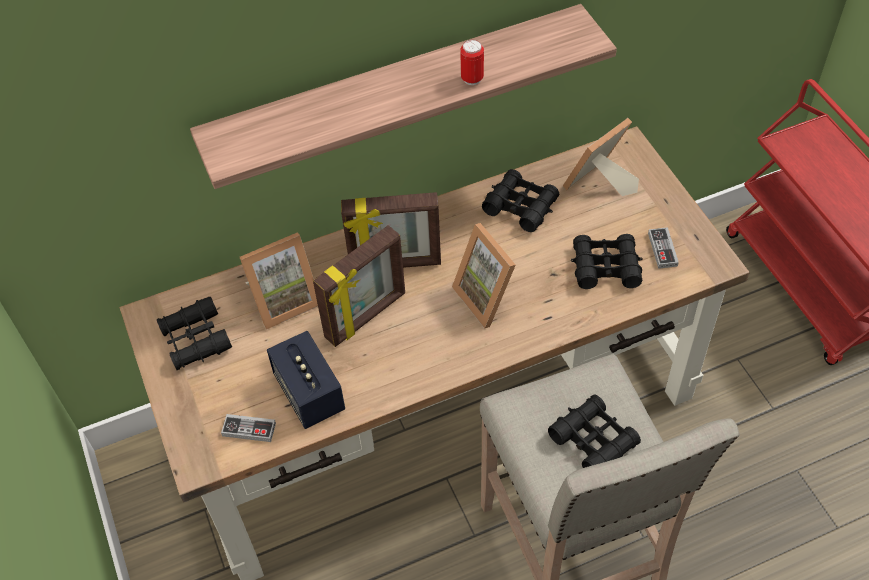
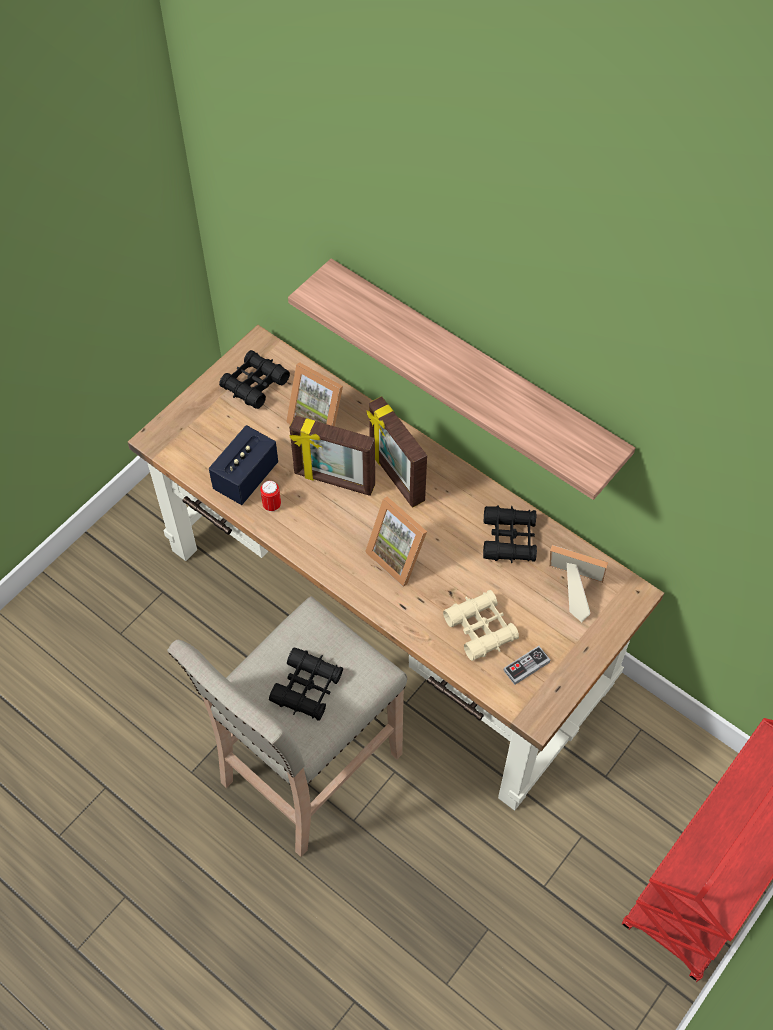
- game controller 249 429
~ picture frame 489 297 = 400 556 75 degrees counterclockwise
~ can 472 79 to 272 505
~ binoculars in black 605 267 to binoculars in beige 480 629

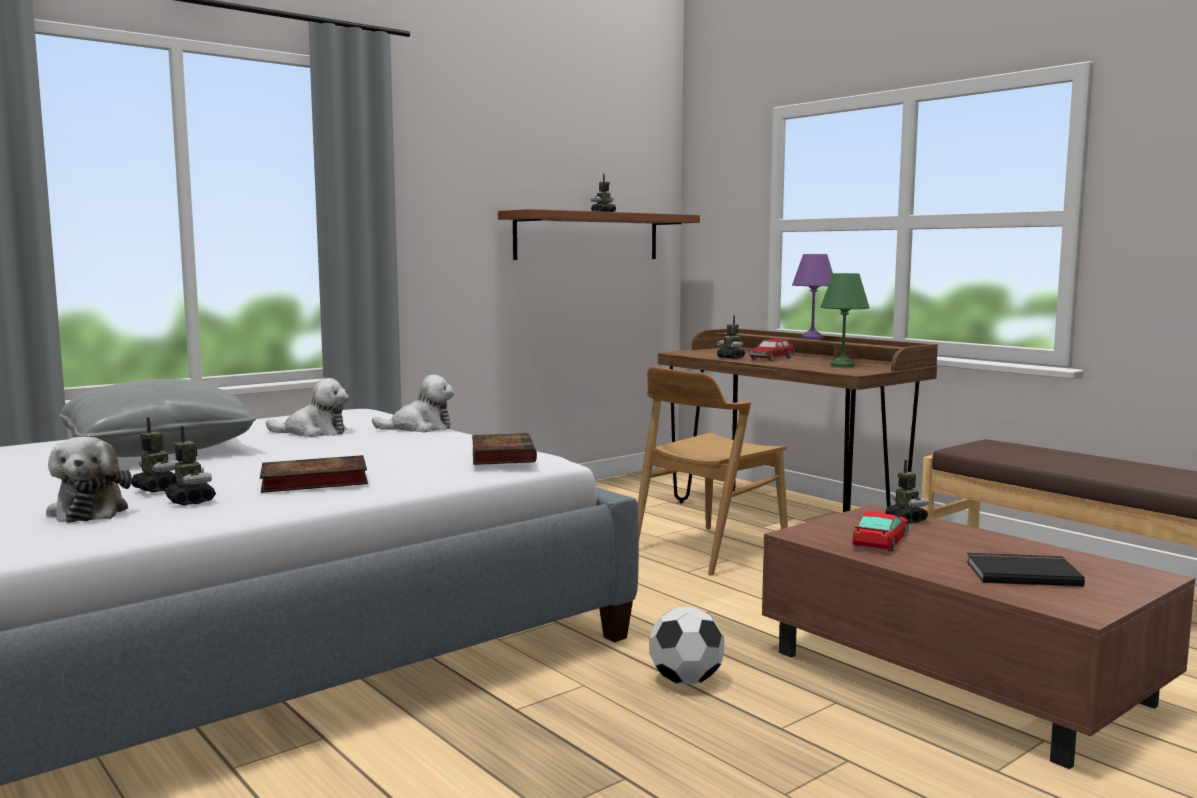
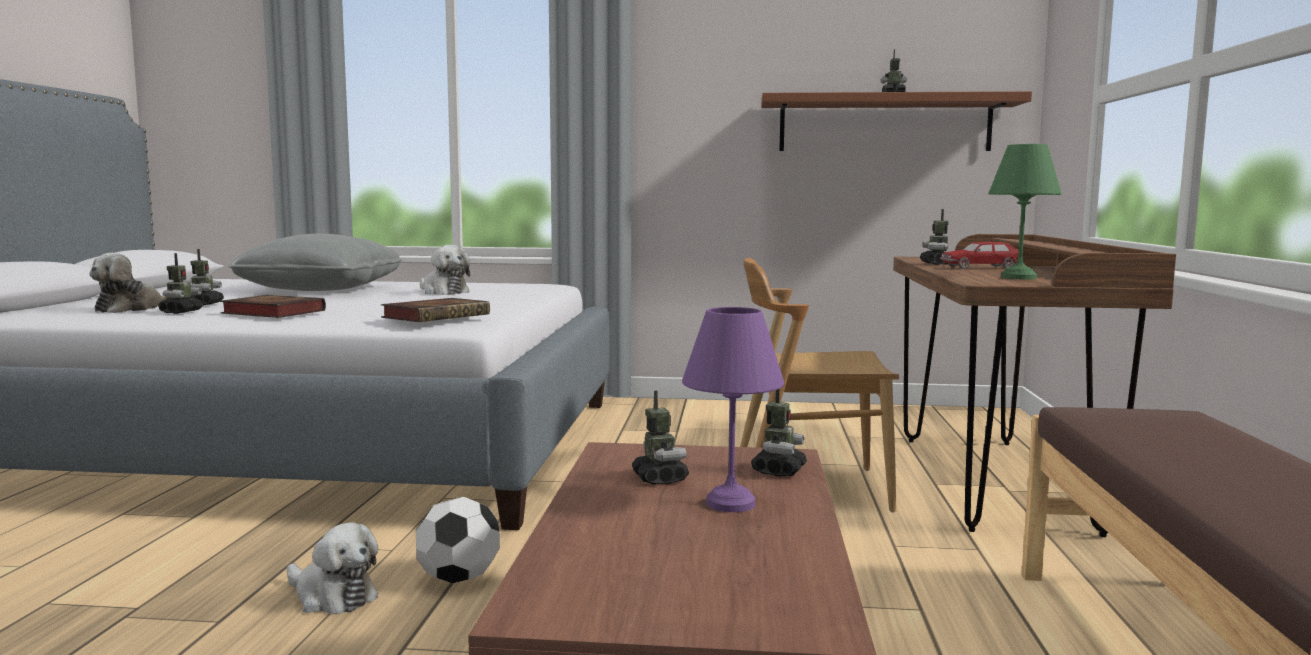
~ plush toy 419 428 to 332 596
~ table lamp in purple 811 338 to 728 503
~ toy car 881 541 to toy robot 659 478
- book in black 1021 573

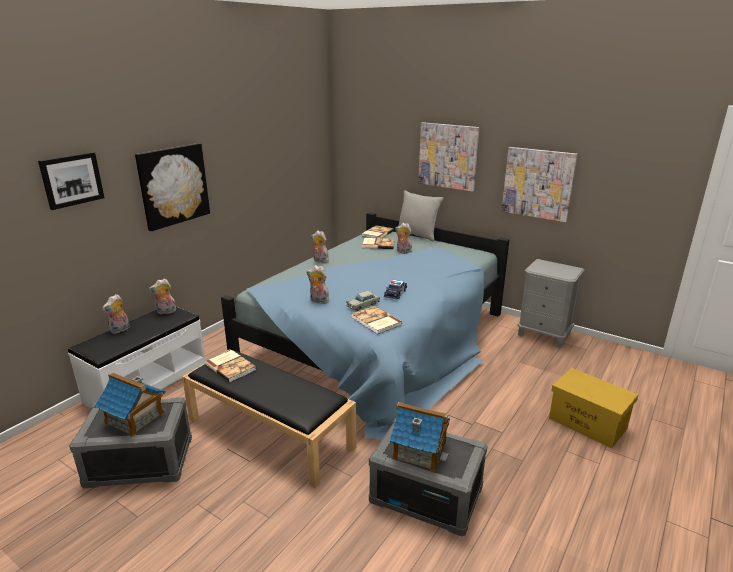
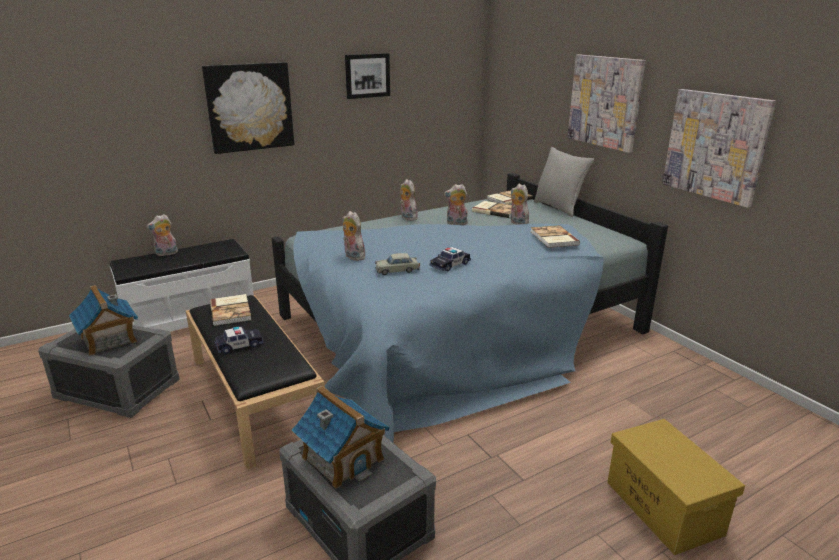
~ picture 72 180 to 367 75
~ plush toy 166 312 to 456 223
~ book 375 321 to 553 238
- nightstand in grey 544 334
+ toy car 239 345

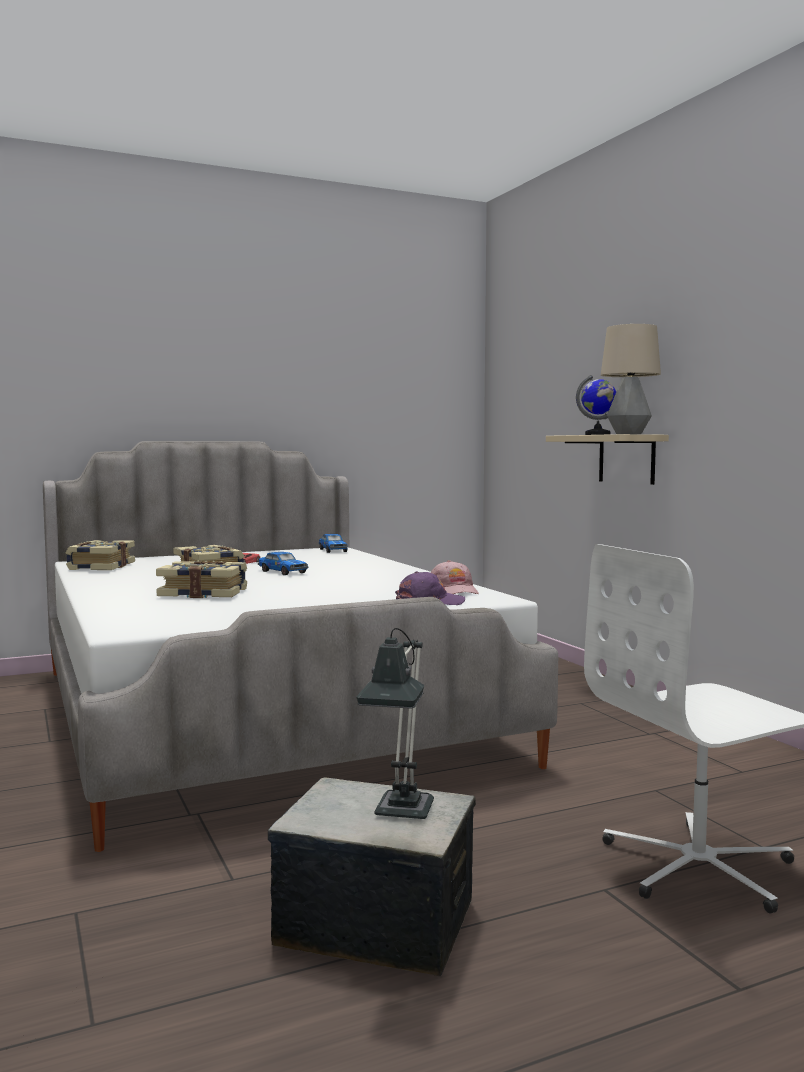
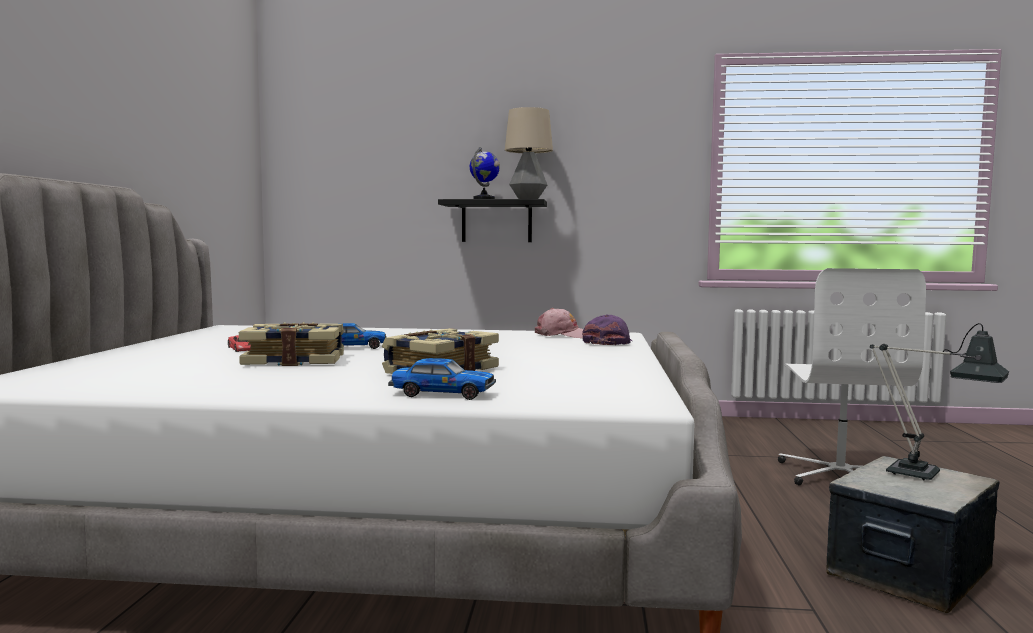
- book 100 567
~ toy car 332 550 to 442 394
~ shelf in beige 626 459 to shelf in black 496 221

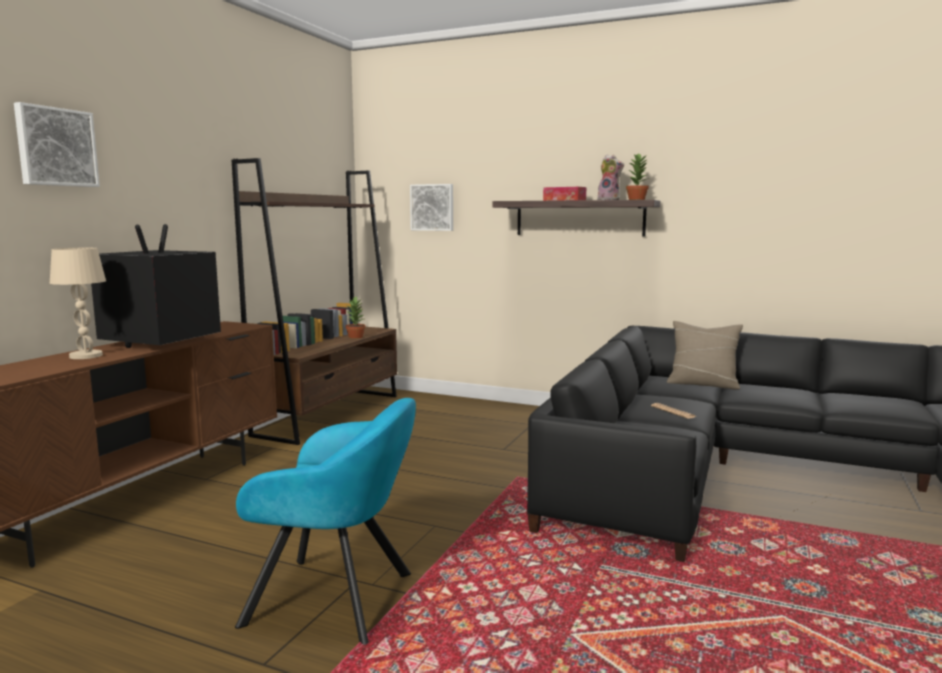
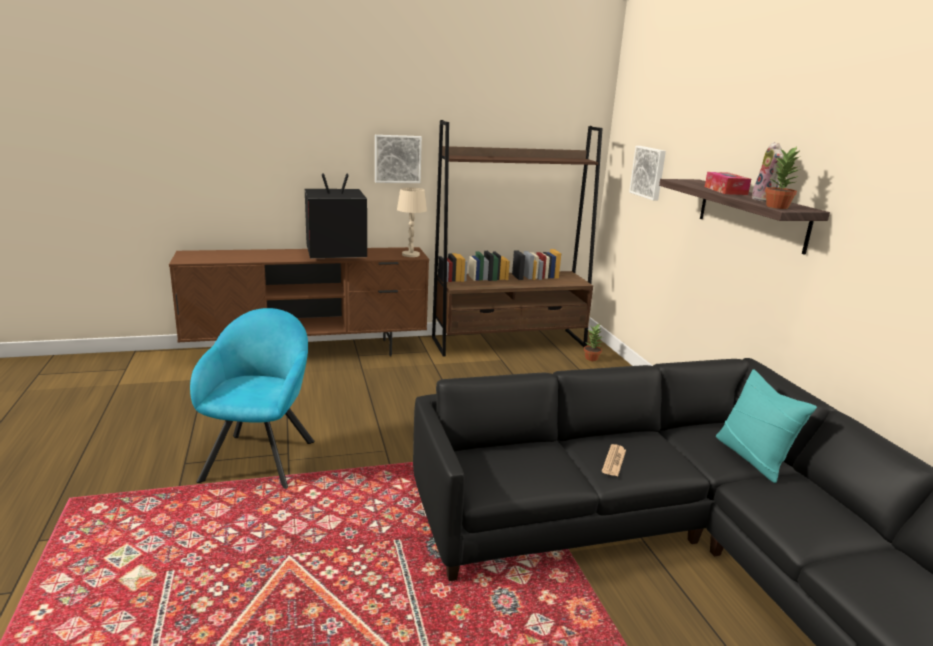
~ picture 56 147 to 397 159
~ table lamp in beige 86 356 to 411 255
~ armchair in turquoise 338 599 = 261 456 150 degrees counterclockwise
~ potted plant 356 337 to 592 358
~ pillow in beige 703 384 to pillow in turquoise 753 457

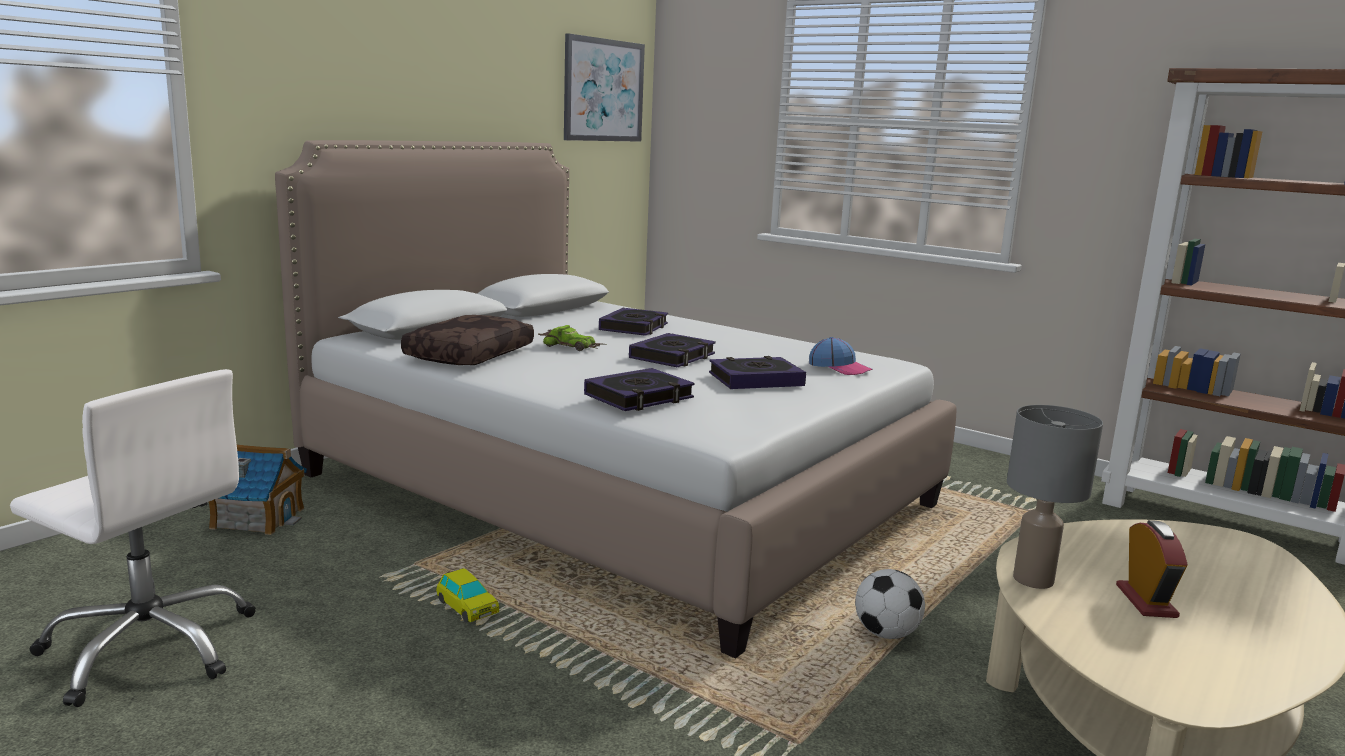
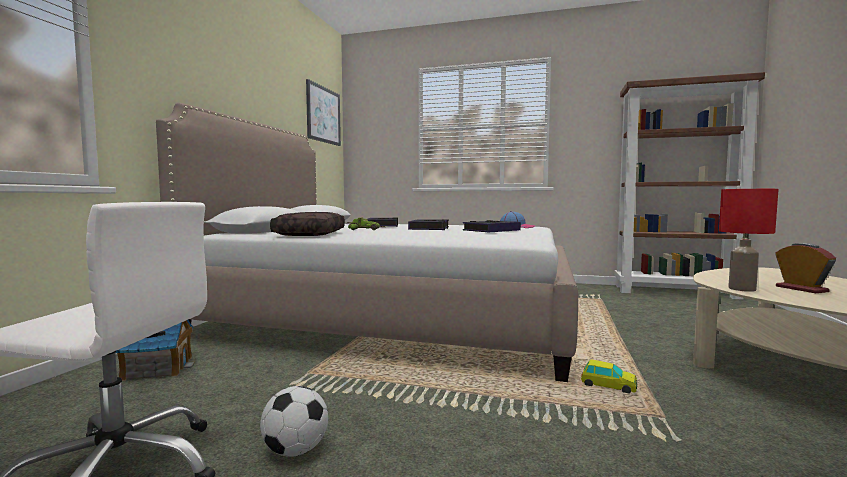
~ toy car 467 608 to 608 386
- book 639 397
~ football 885 634 to 295 451
~ table lamp in grey 1032 579 to table lamp in red 741 289

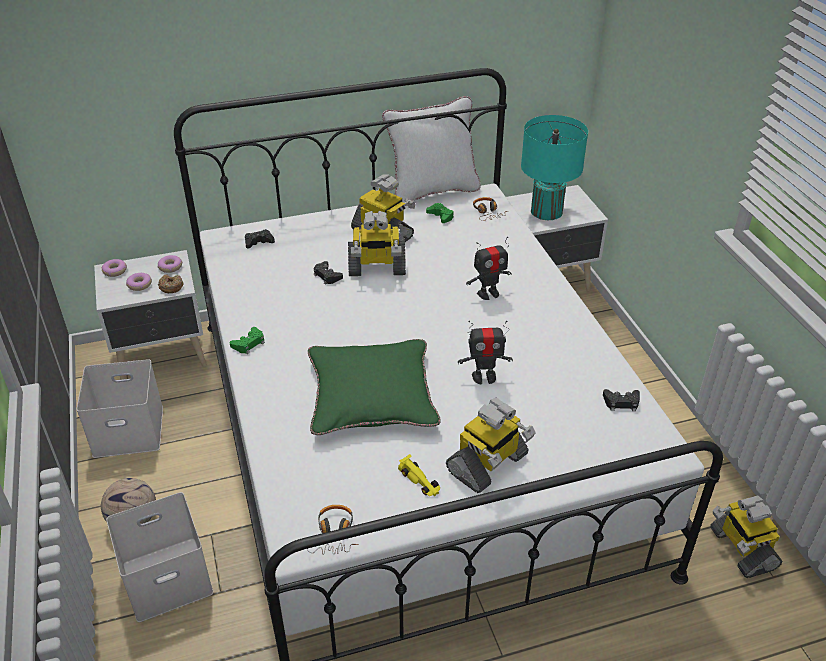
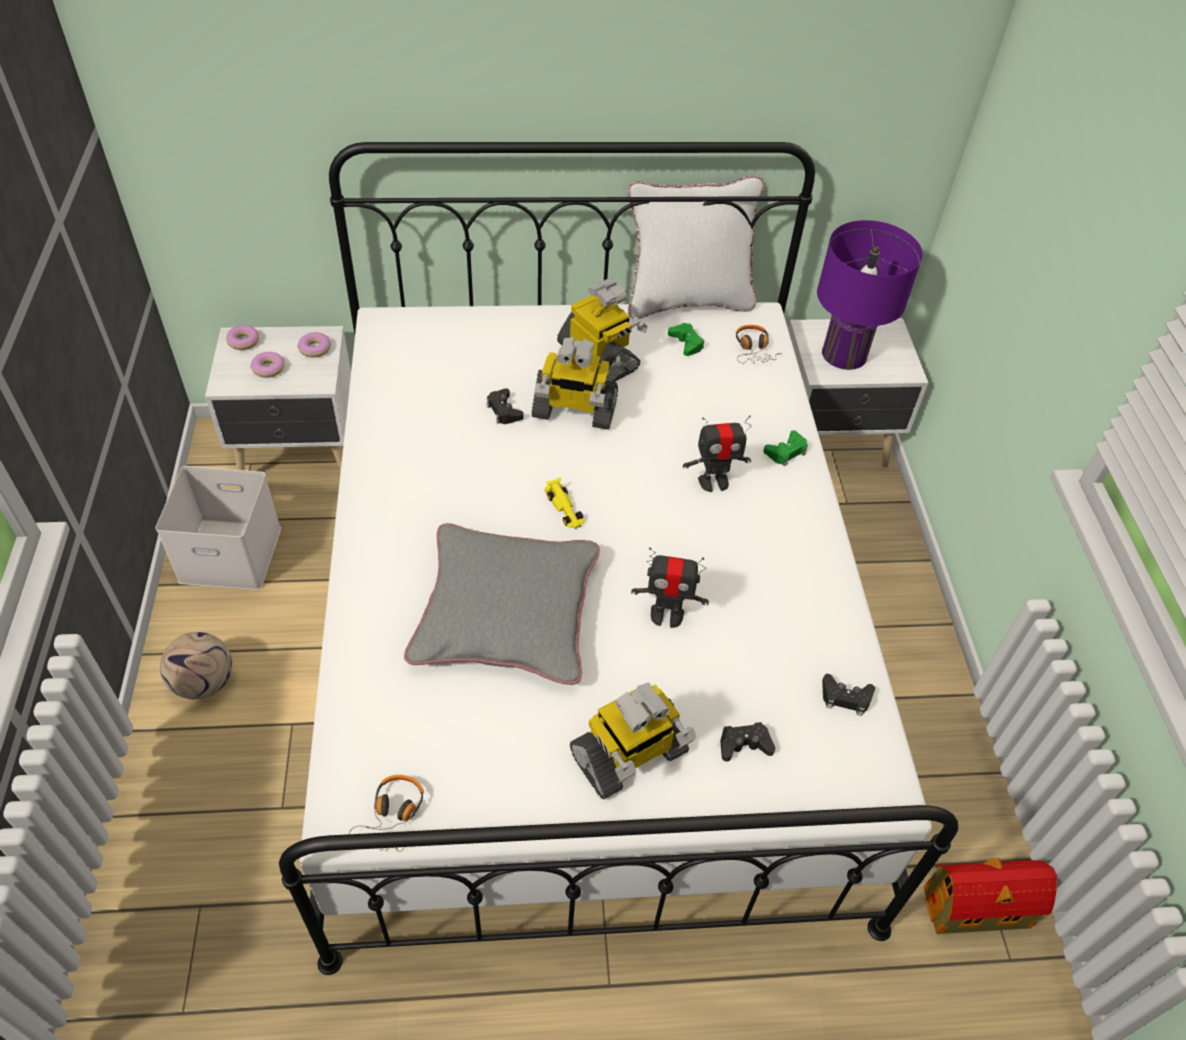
- storage box in white 166 580
- donut 171 287
~ game controller in green 249 344 to 786 452
~ game controller in black 258 242 to 744 745
~ pillow in green 371 395 to pillow in grey 506 612
~ toy car in yellow 420 480 to 565 509
~ table lamp in turquoise 546 211 to table lamp in purple 844 354
~ toy robot 741 549 to toy house 978 907

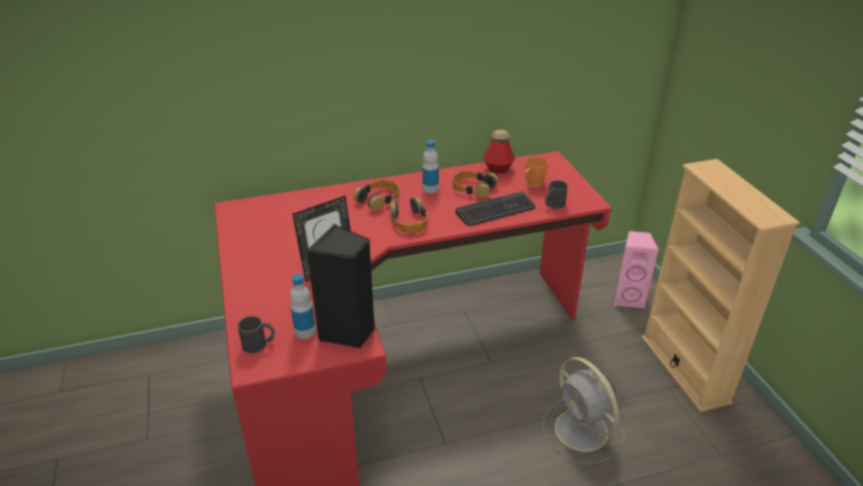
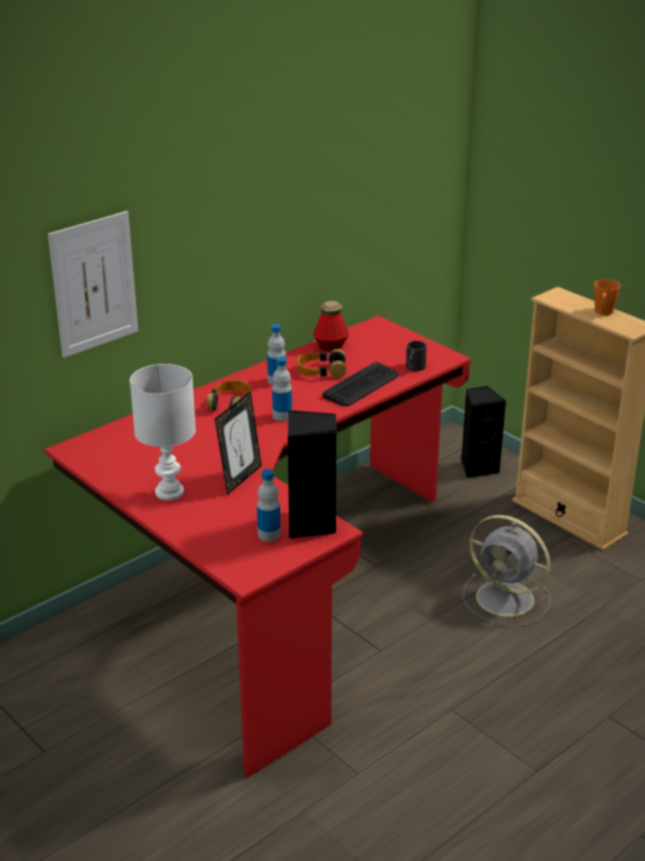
- mug in black 259 344
~ headphones 409 221 to bottle 282 416
~ mug in orange 532 185 to 603 312
~ speaker in pink 628 298 to speaker in black 478 467
+ picture 94 284
+ table lamp in white 168 492

